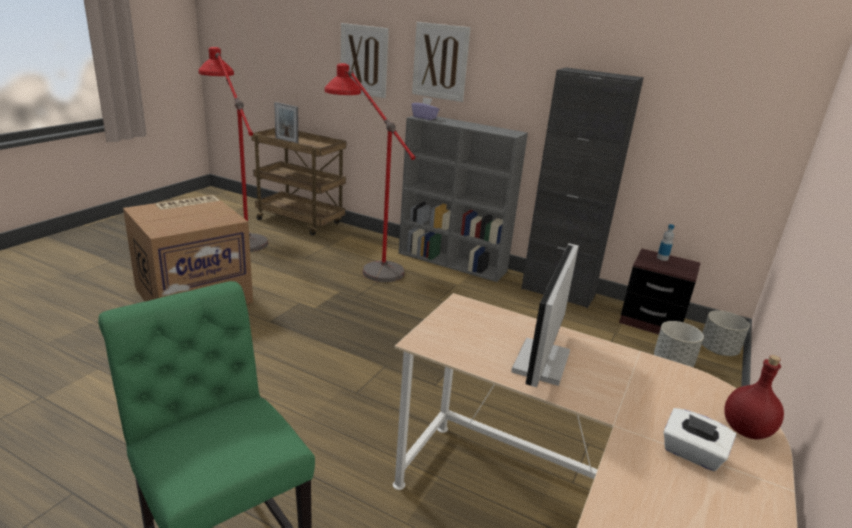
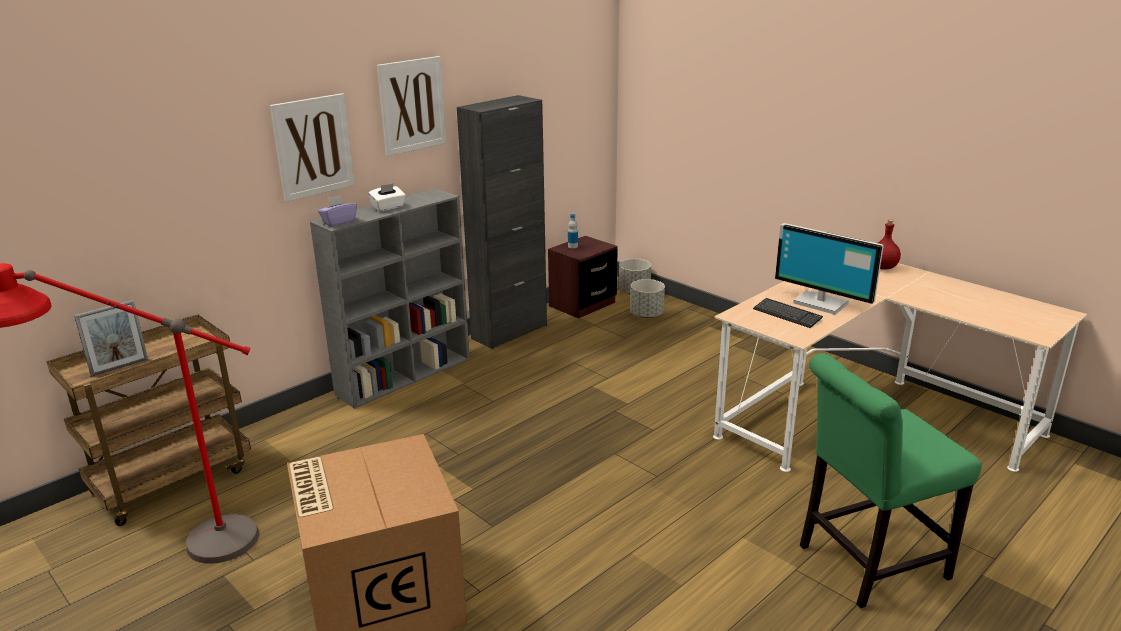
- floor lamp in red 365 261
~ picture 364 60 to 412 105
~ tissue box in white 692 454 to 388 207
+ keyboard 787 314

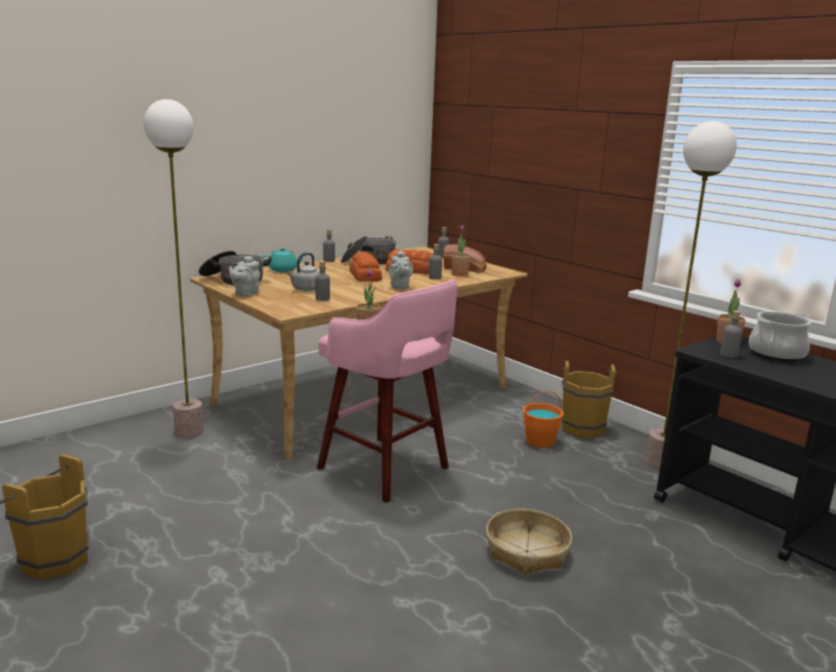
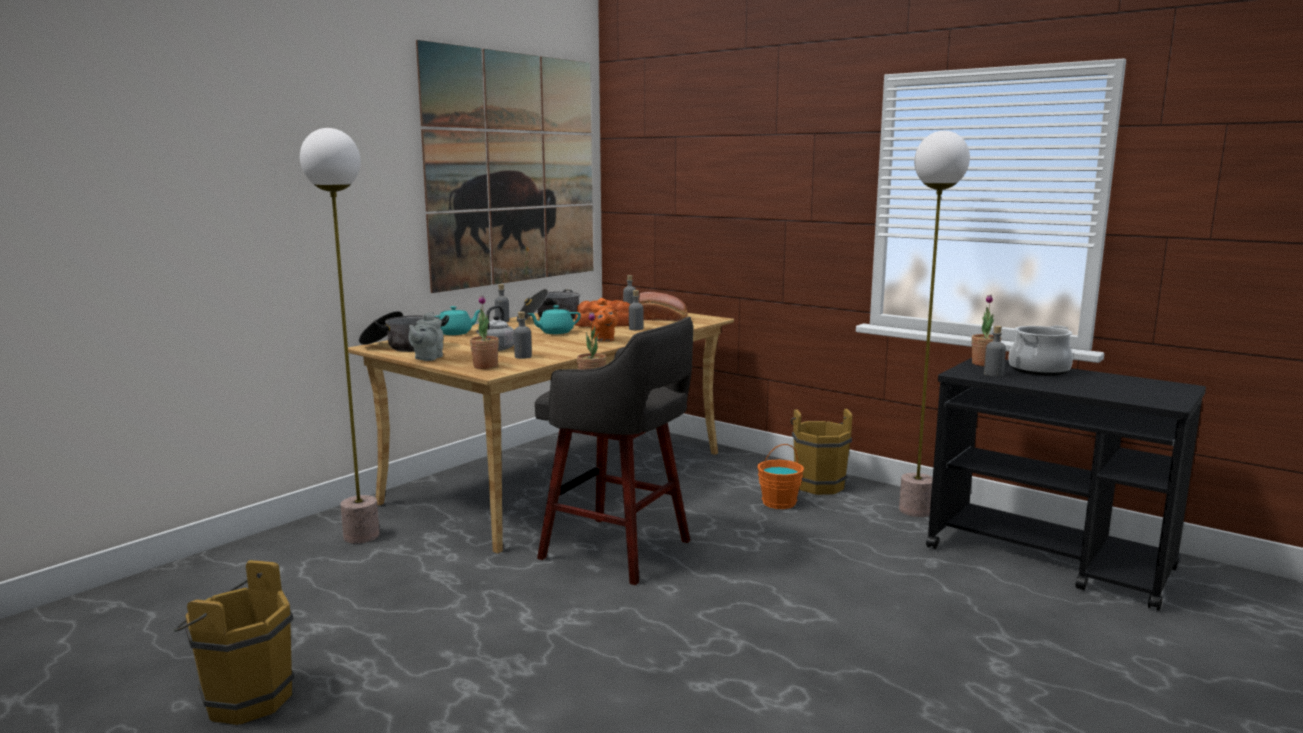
~ stool in pink 386 470 to stool in grey 620 551
~ bread 365 275 to teapot in turquoise 555 332
~ teapot in grey 399 287 to teapot in orange 603 340
~ potted plant 459 274 to 485 366
- basket 526 551
+ picture 514 169

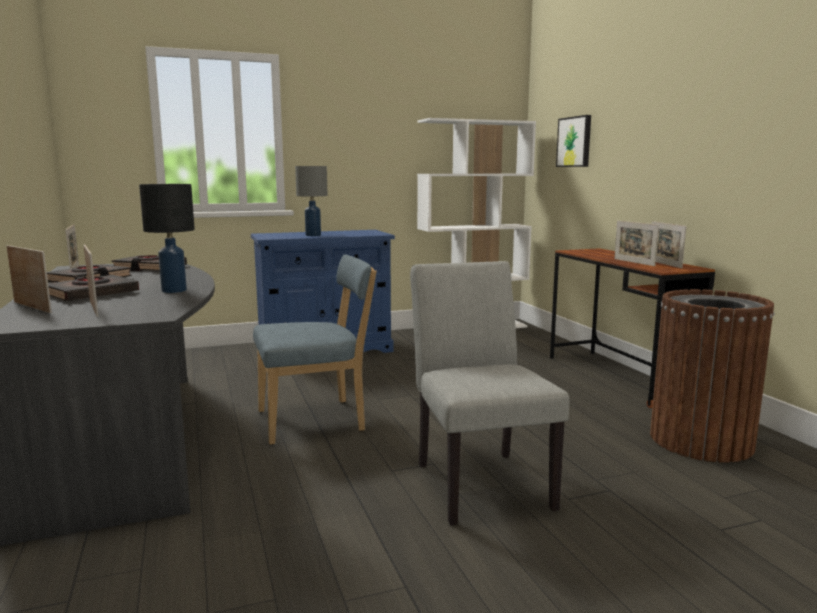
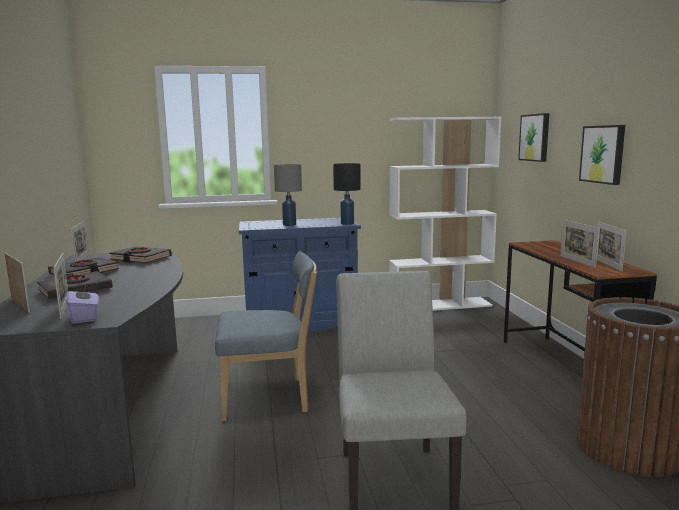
~ table lamp in black 174 290 to 347 223
+ tissue box in purple 85 317
+ picture 603 154

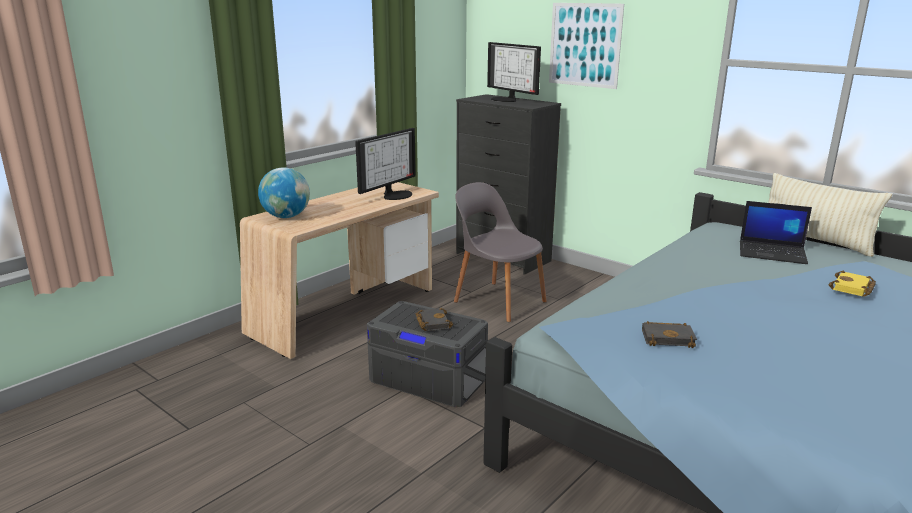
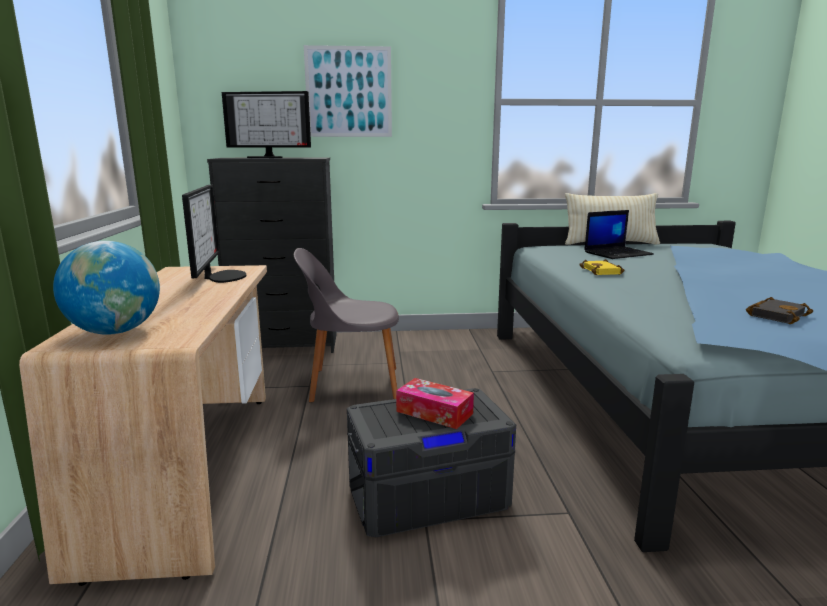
~ book in black 432 322 to tissue box 434 412
~ book in yellow 853 288 to 603 271

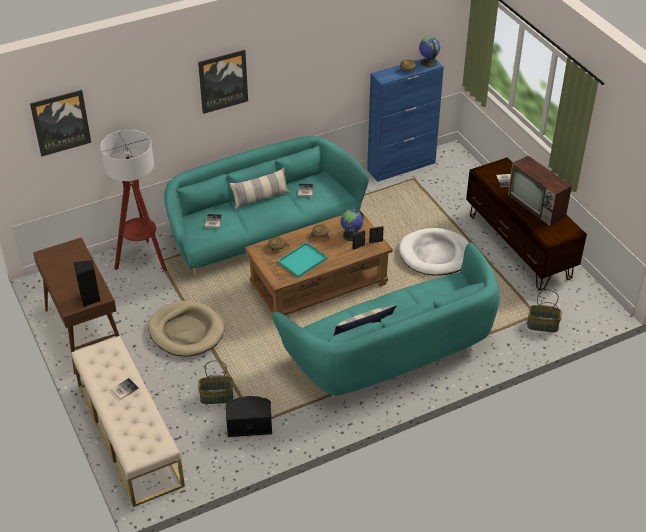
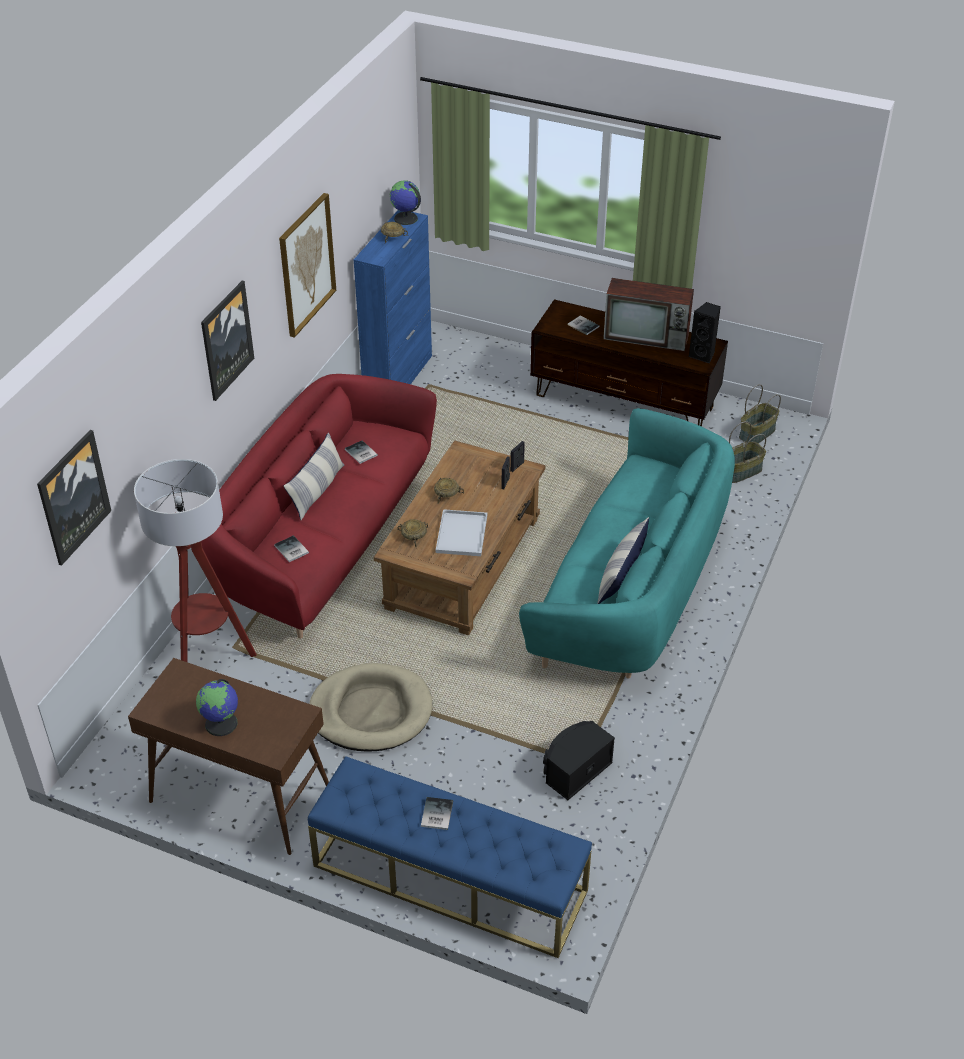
~ bench in beige 129 434 to bench in blue 449 878
~ speaker in black 90 299 to 703 355
~ sofa in turquoise 262 232 to sofa in red 323 541
~ basket 216 397 to 757 434
~ tray in turquoise 302 260 to tray in white 461 533
~ globe 351 235 to 222 723
- dog bed in white 435 255
+ picture 306 264

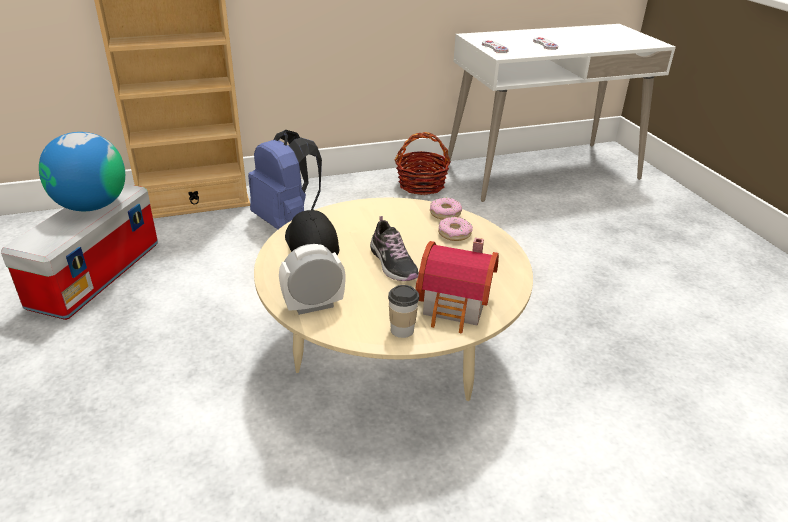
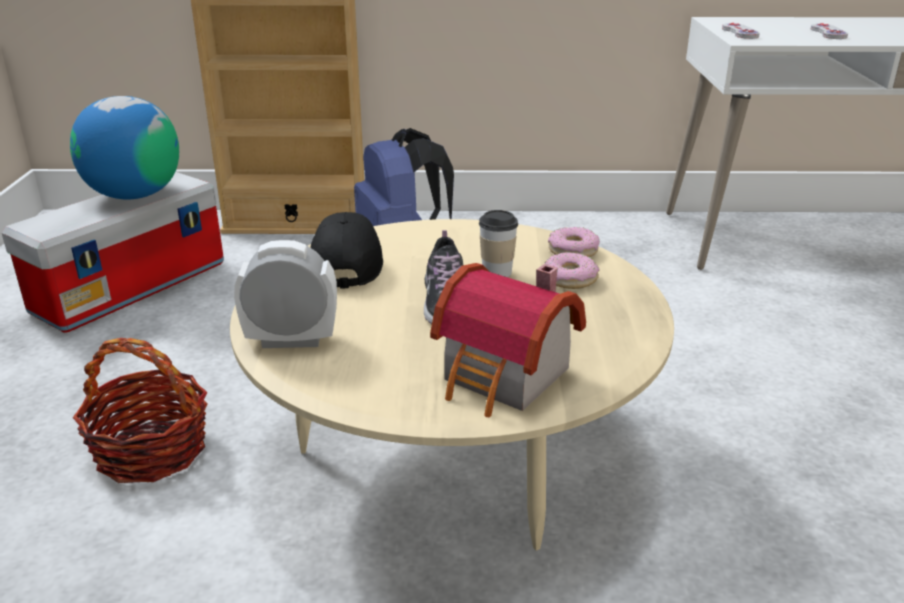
~ cup 402 330 to 497 272
~ basket 421 185 to 152 450

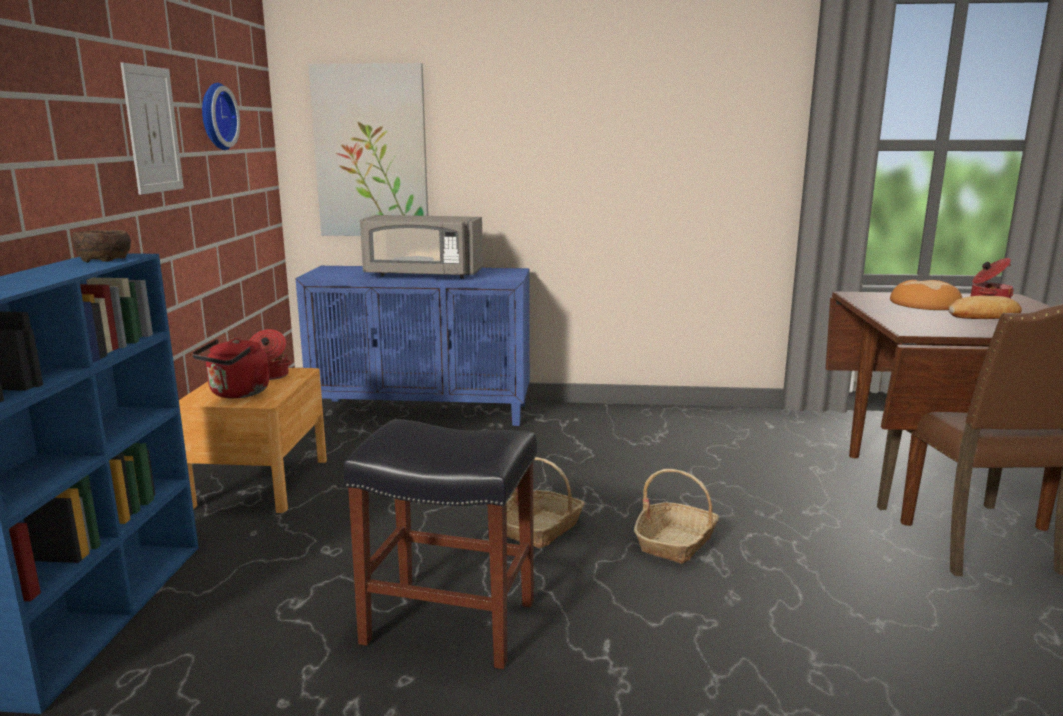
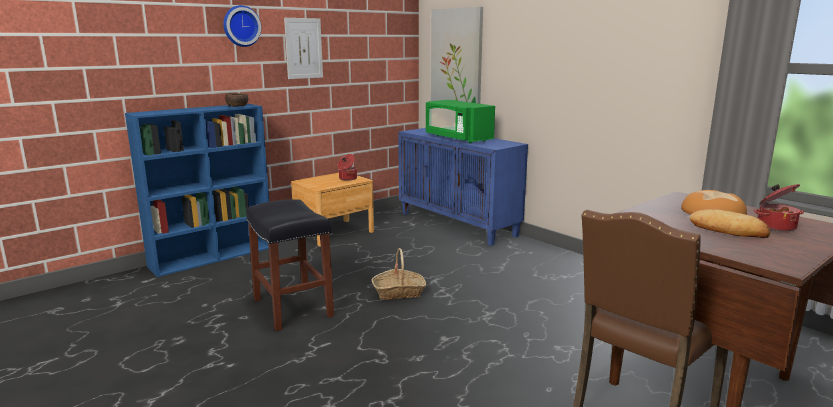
- kettle in red 237 394
~ wall clock 215 116 to 241 26
~ microwave in grey 422 275 to microwave in green 457 138
- basket 676 542

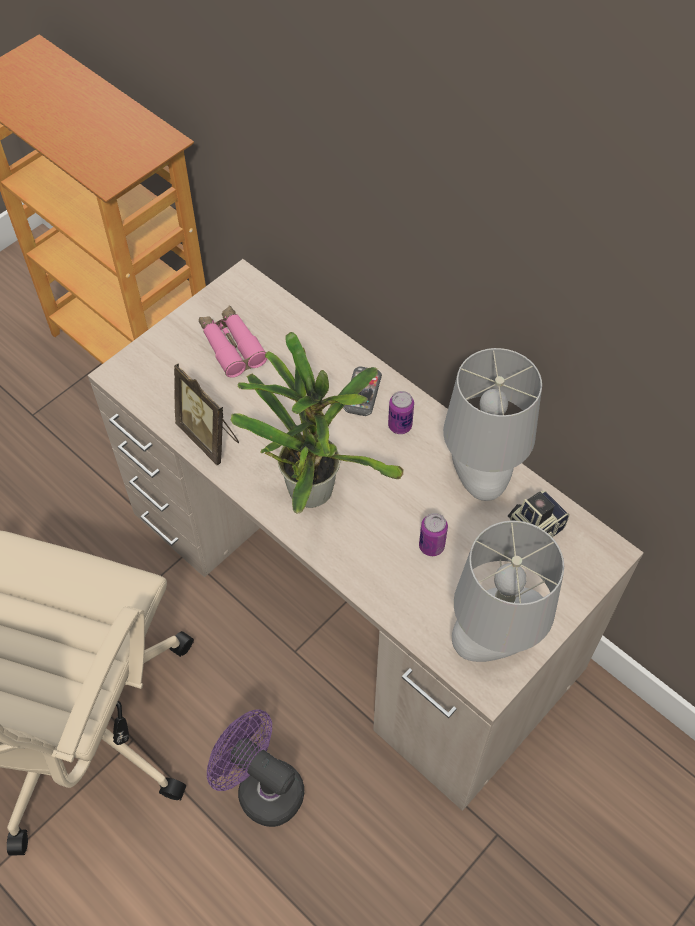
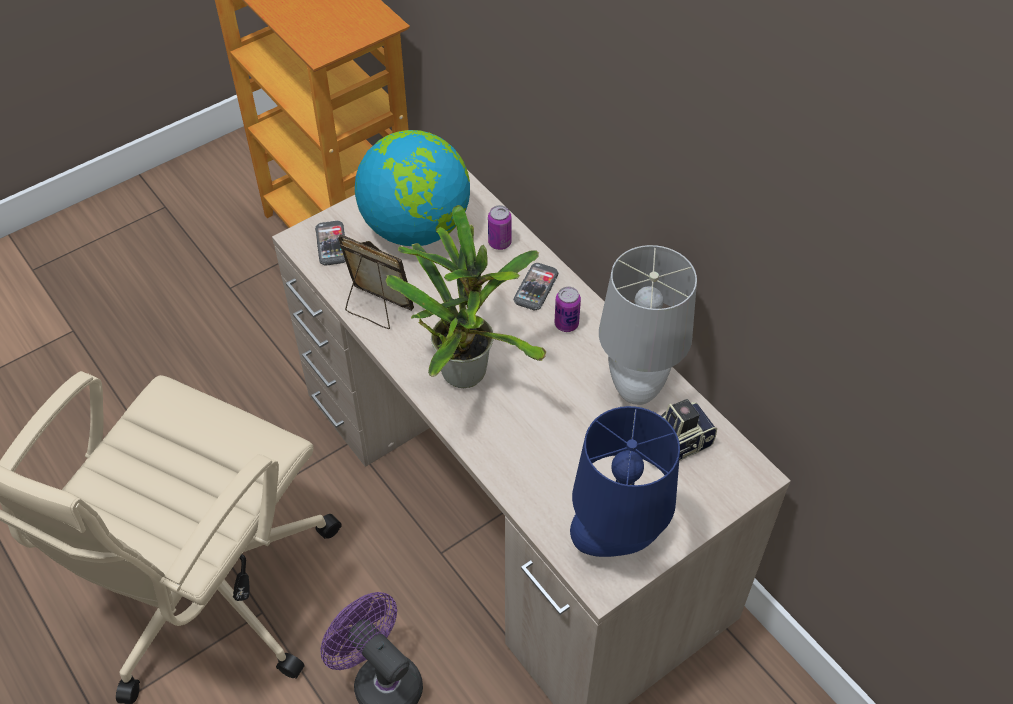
~ picture frame 210 437 = 376 309 150 degrees clockwise
~ binoculars in pink 231 346 to globe 416 228
~ can 431 546 to 499 243
~ table lamp in grey 494 641 to table lamp in blue 617 542
+ phone 331 244

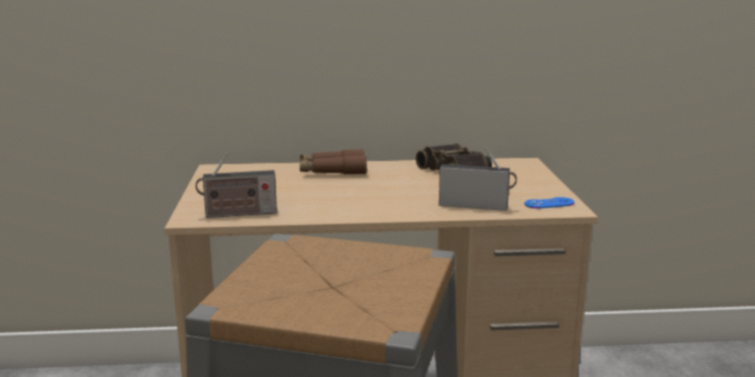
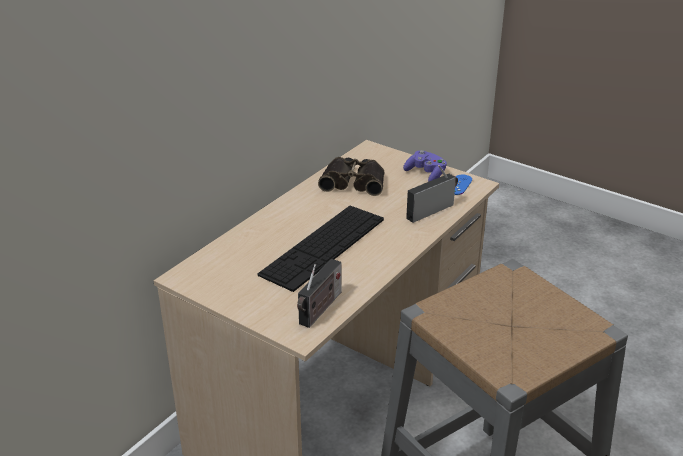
- binoculars in brown 332 171
+ keyboard 323 246
+ game controller in purple 426 174

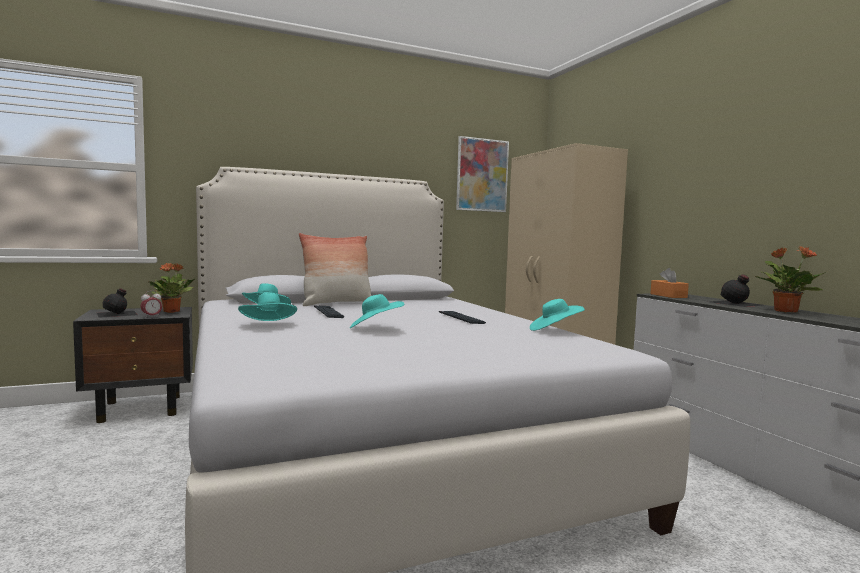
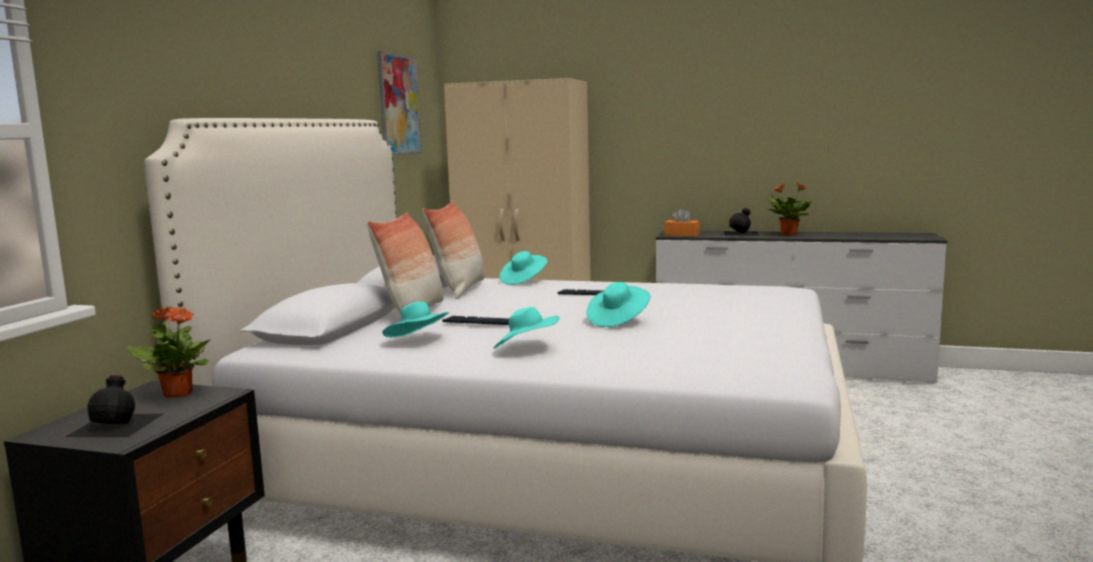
- alarm clock 151 317
~ hat in turquoise 554 330 to 523 281
+ pillow 459 289

